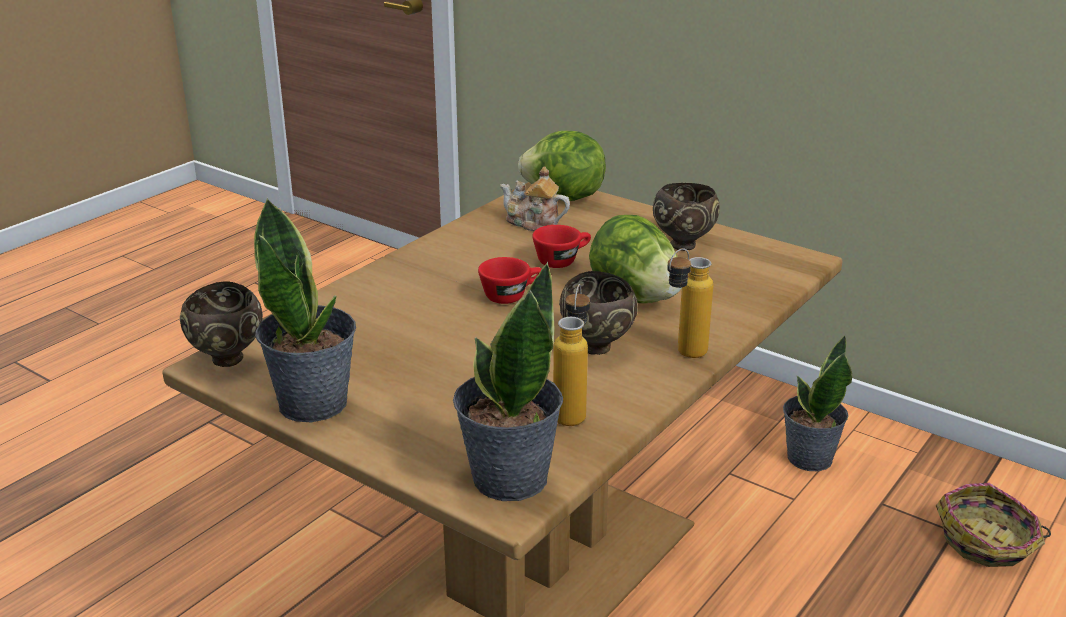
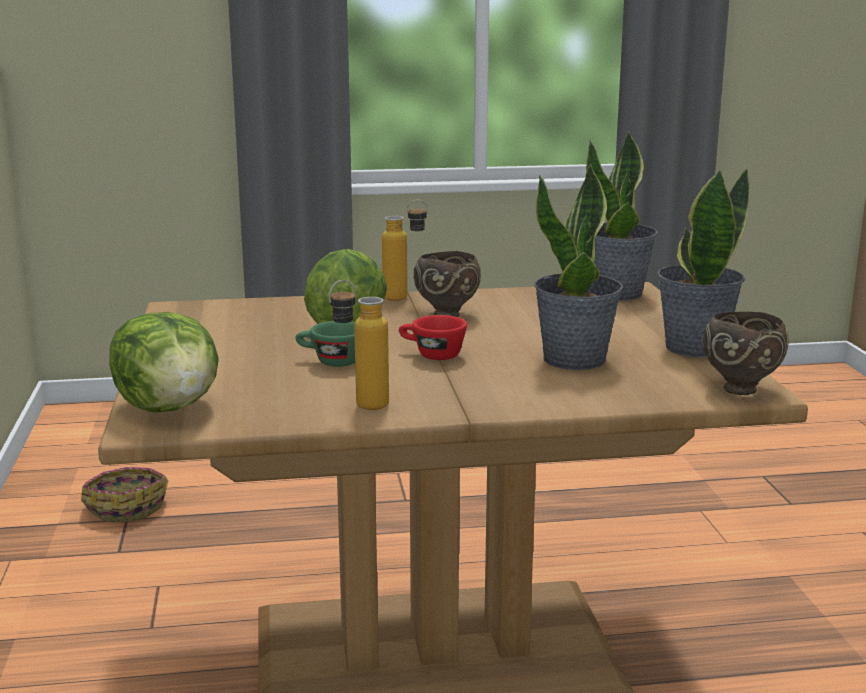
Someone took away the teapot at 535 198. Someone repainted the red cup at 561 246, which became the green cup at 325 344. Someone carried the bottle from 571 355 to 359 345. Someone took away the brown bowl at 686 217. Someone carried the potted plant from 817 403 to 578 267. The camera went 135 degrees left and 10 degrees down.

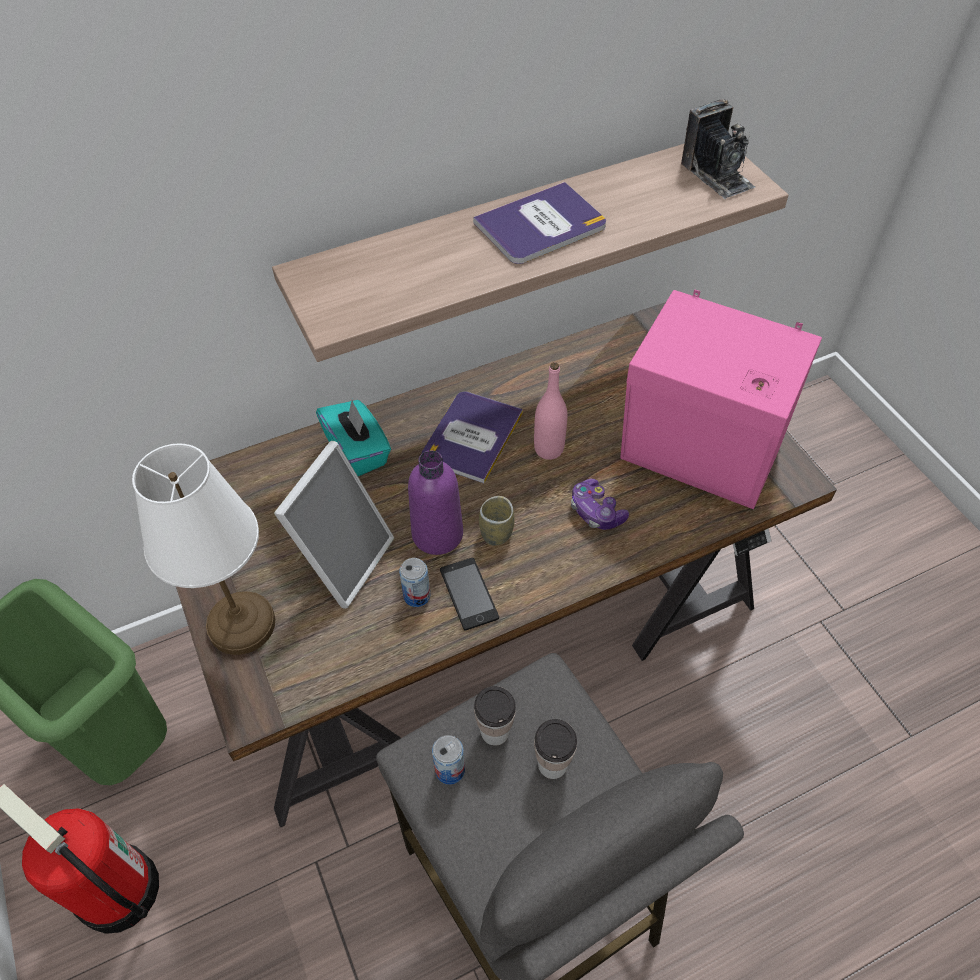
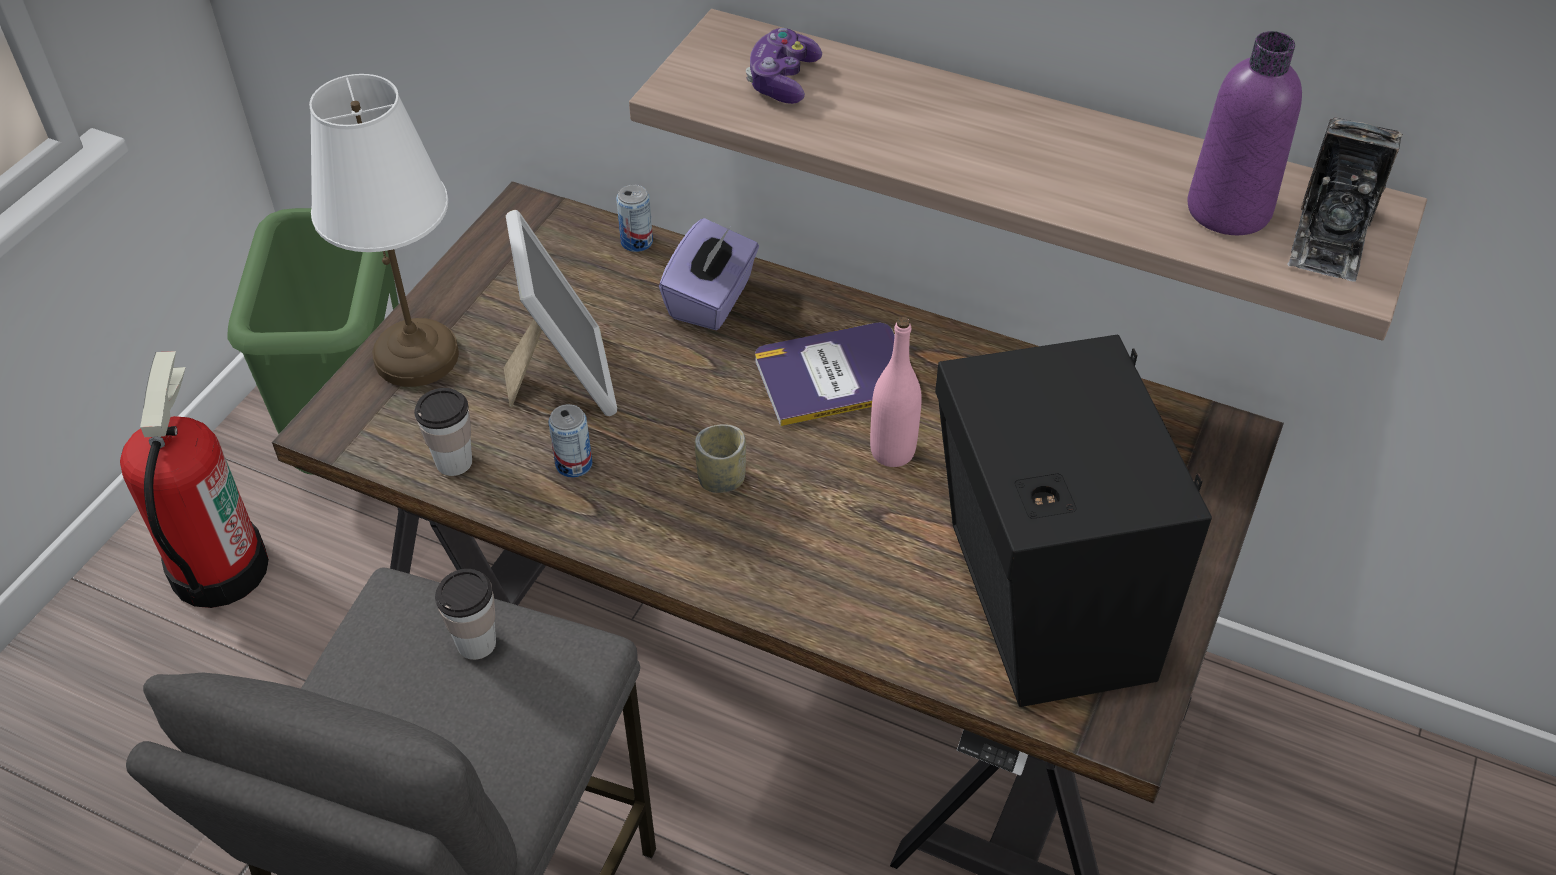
Someone rotated the picture frame at 334 525 by 90 degrees counterclockwise. Someone repainted the turquoise tissue box at 353 438, which became the purple tissue box at 709 274. Someone carried the purple bottle from 435 502 to 1245 133. Someone carried the can from 448 760 to 634 218. Someone took away the phone at 469 594. Someone took away the book at 539 223. Someone carried the cup from 555 749 to 443 432. Someone carried the game controller from 600 504 to 784 66. Someone repainted the pink speaker at 721 399, which became the black speaker at 1073 521. The camera went 50 degrees right and 5 degrees down.

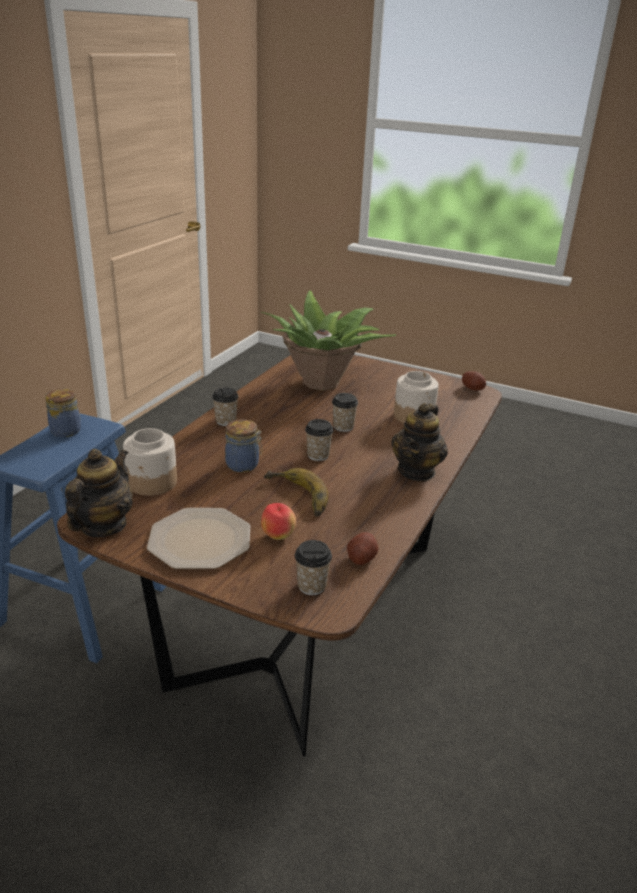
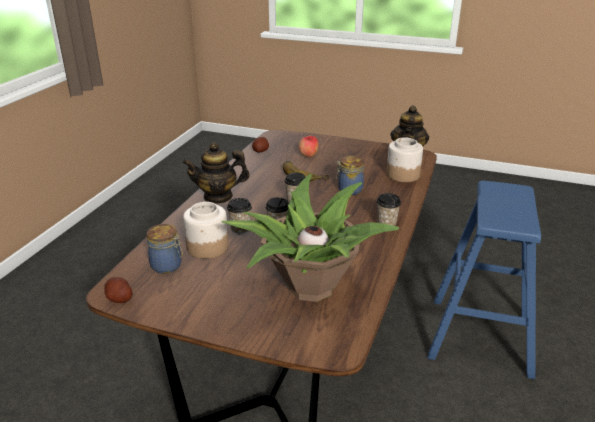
Someone carried the jar from 63 413 to 164 249. Someone took away the plate at 198 538. Someone carried the cup from 313 567 to 239 216. Someone rotated the teapot at 419 442 by 120 degrees counterclockwise. The camera went 175 degrees right and 0 degrees up.

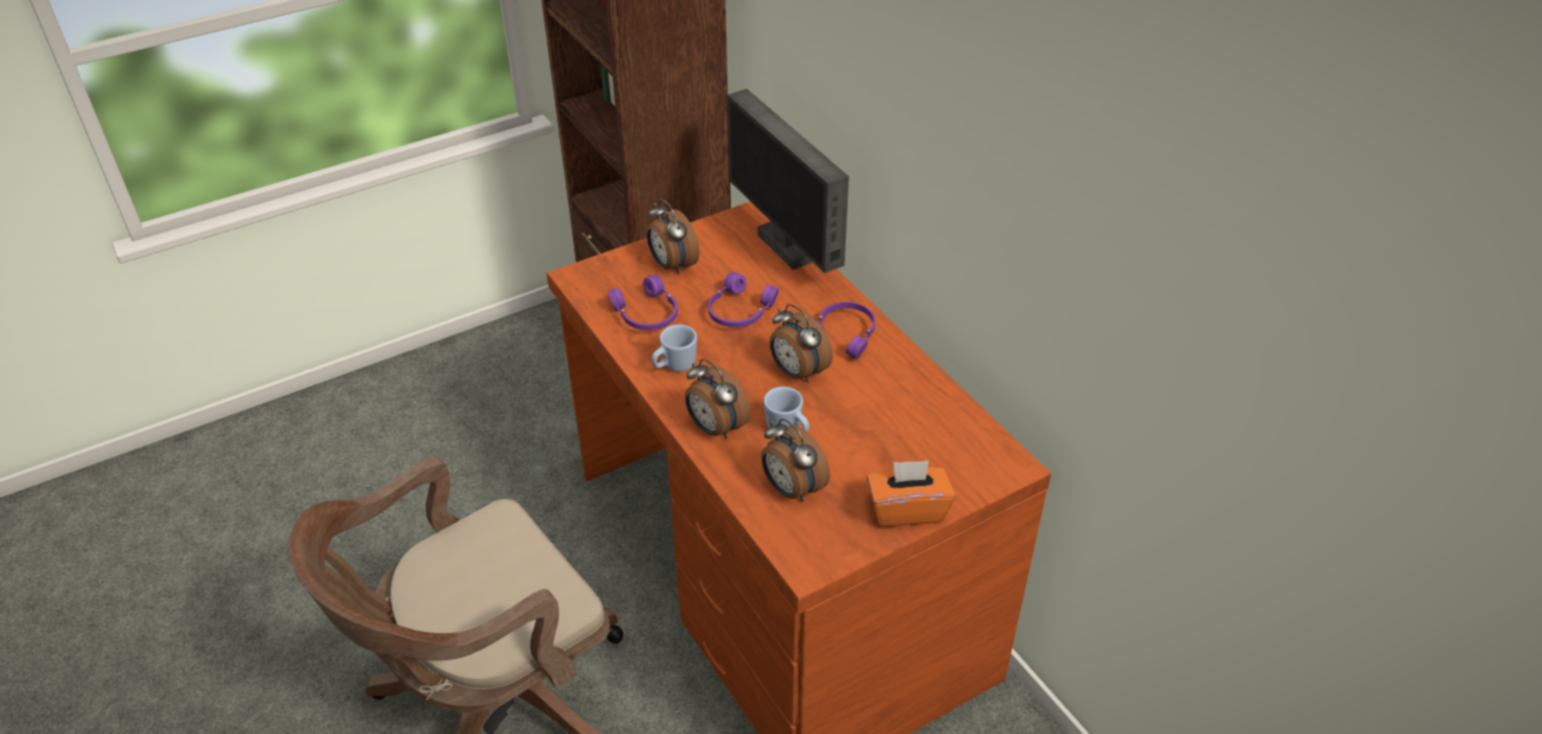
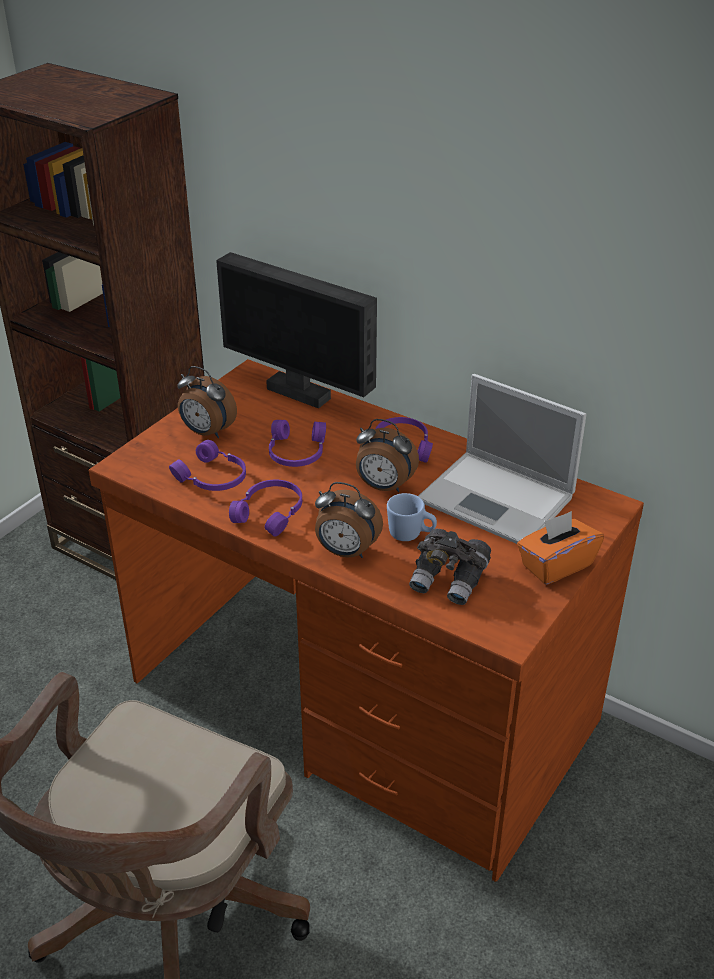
Someone swapped the blue mug at 674 348 for the purple headphones at 265 508. Someone swapped the alarm clock at 795 460 for the grey binoculars at 450 567. Someone put down the laptop at 502 459. The camera went 25 degrees left and 5 degrees down.

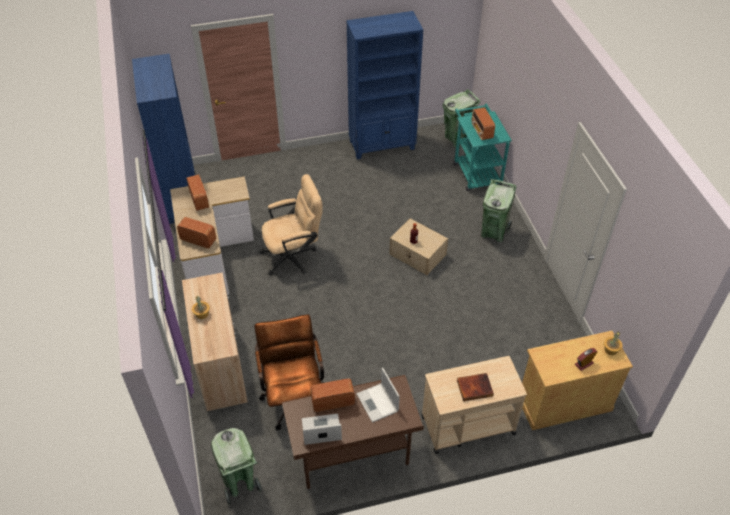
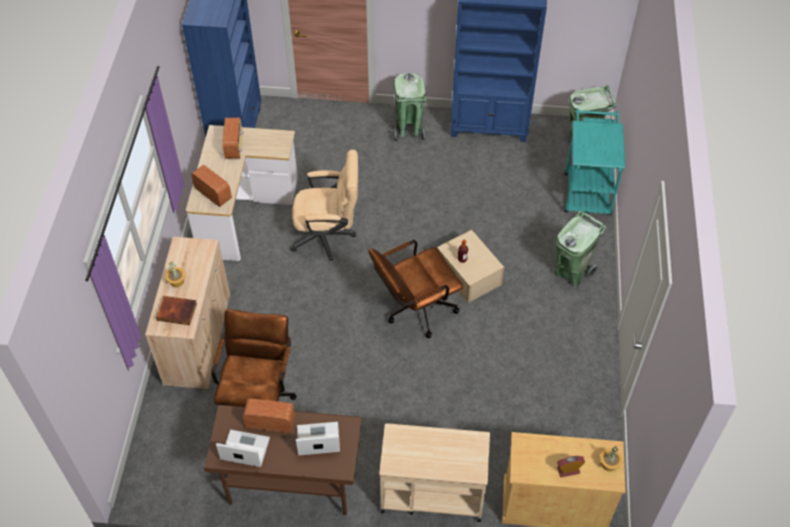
Someone carried the green trash can from 236 466 to 411 108. Someone rotated the laptop at 378 395 by 90 degrees clockwise. Someone carried the book from 475 387 to 176 310. Someone took away the radio at 483 123. Someone put down the brown office chair at 416 289. The camera went 20 degrees right and 5 degrees up.

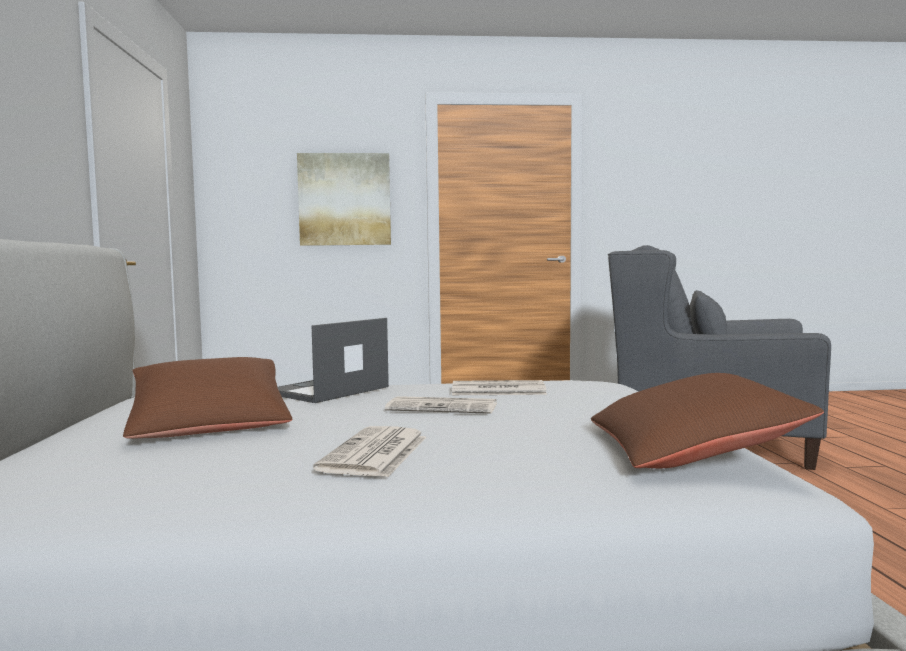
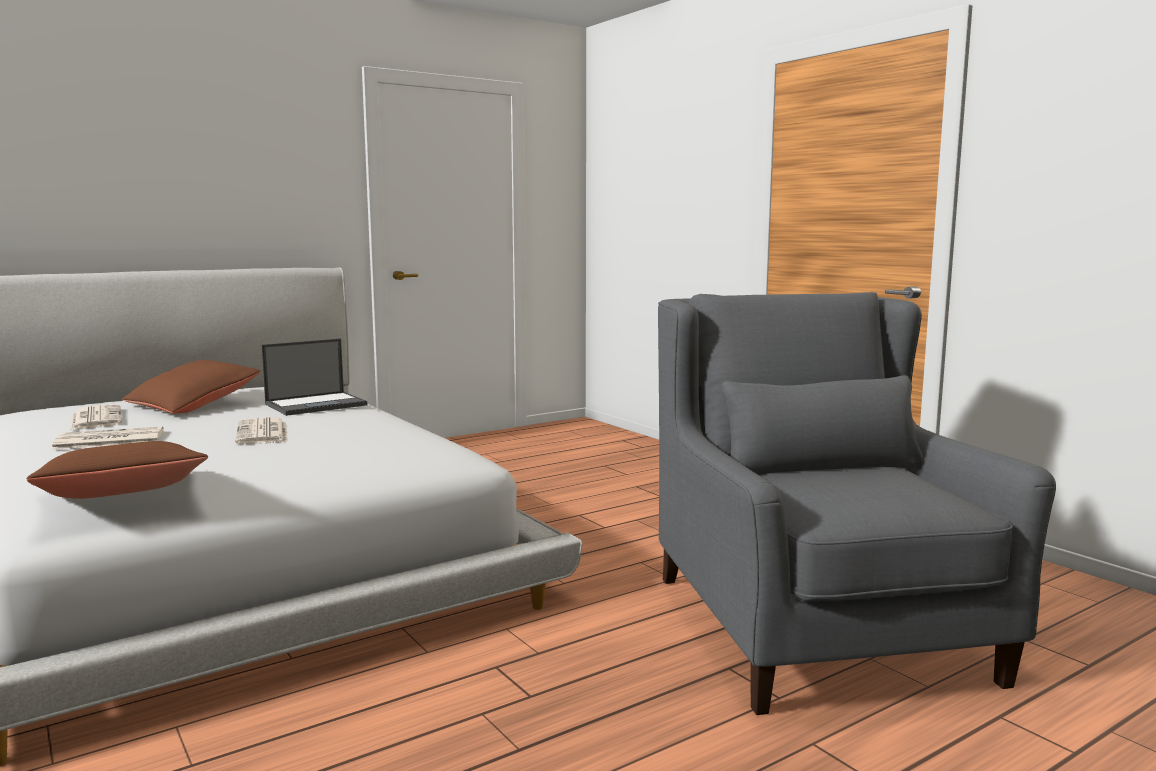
Someone rotated the laptop at 333 360 by 135 degrees clockwise. Someone took away the picture at 344 199. Someone carried the newspaper from 499 387 to 96 417. The camera went 60 degrees right and 5 degrees up.

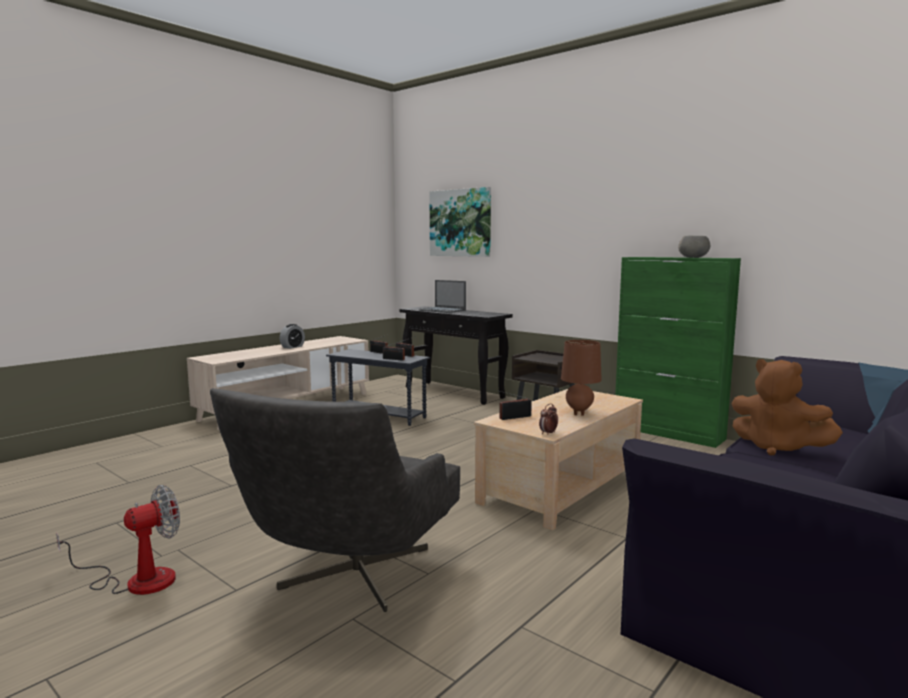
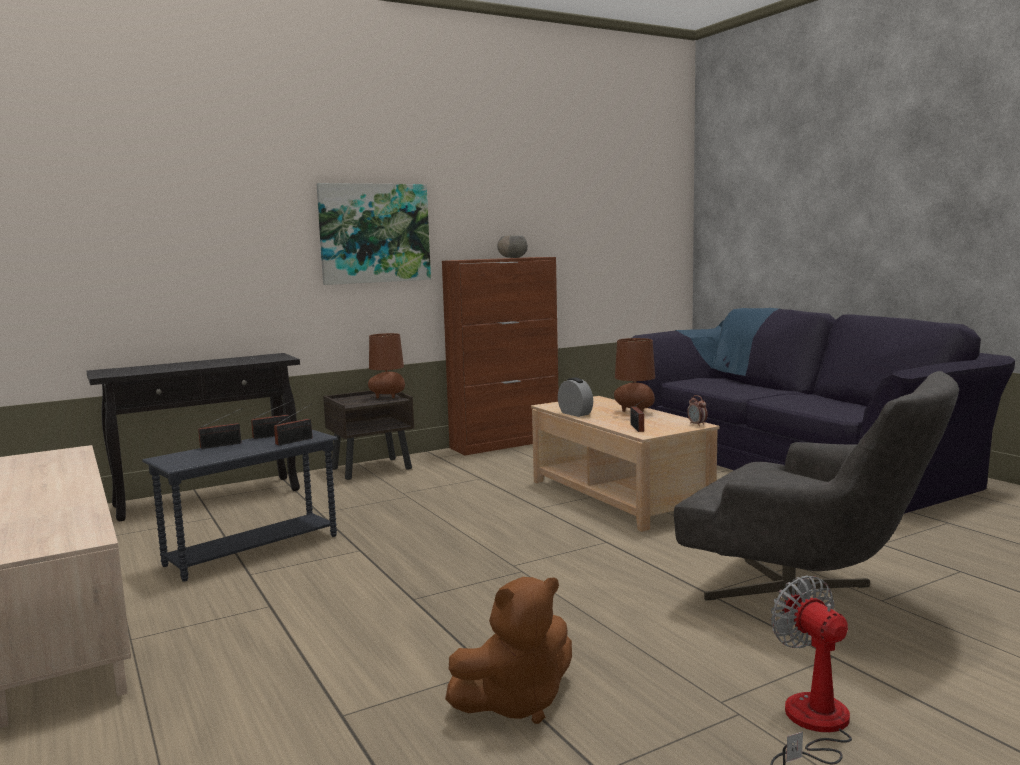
Someone carried the alarm clock from 292 336 to 575 397. Someone took away the laptop at 442 296. Someone carried the picture from 460 222 to 373 234. Someone repainted the green cabinet at 678 352, which became the brown cabinet at 500 356. Someone carried the brown plush toy from 787 407 to 508 650. Someone put down the brown table lamp at 386 365. The camera went 70 degrees left and 0 degrees up.

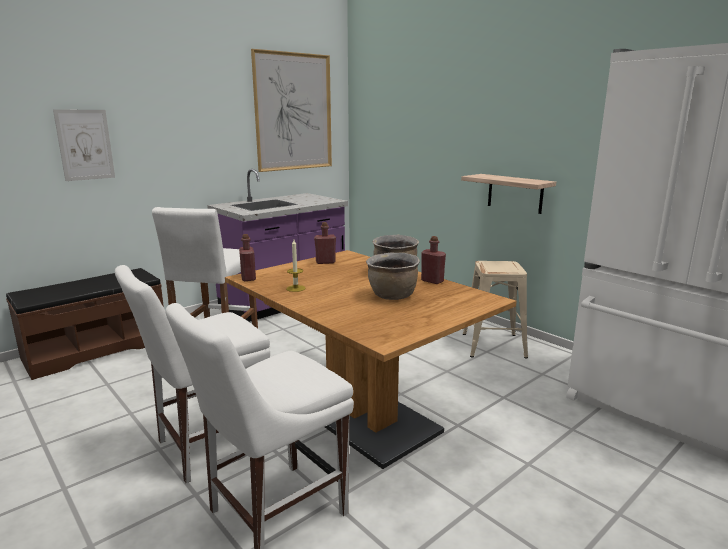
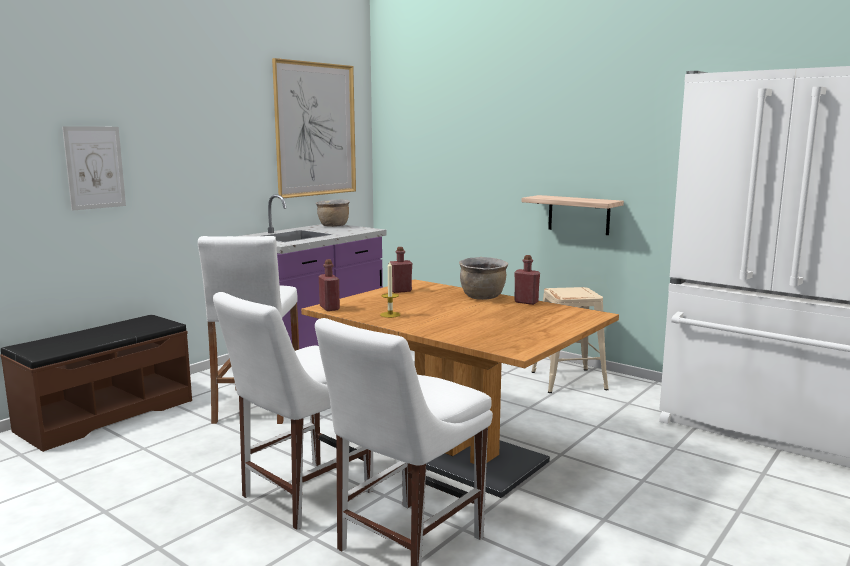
Someone carried the brown cooking pot from 393 276 to 333 213. The camera went 10 degrees left and 5 degrees down.

